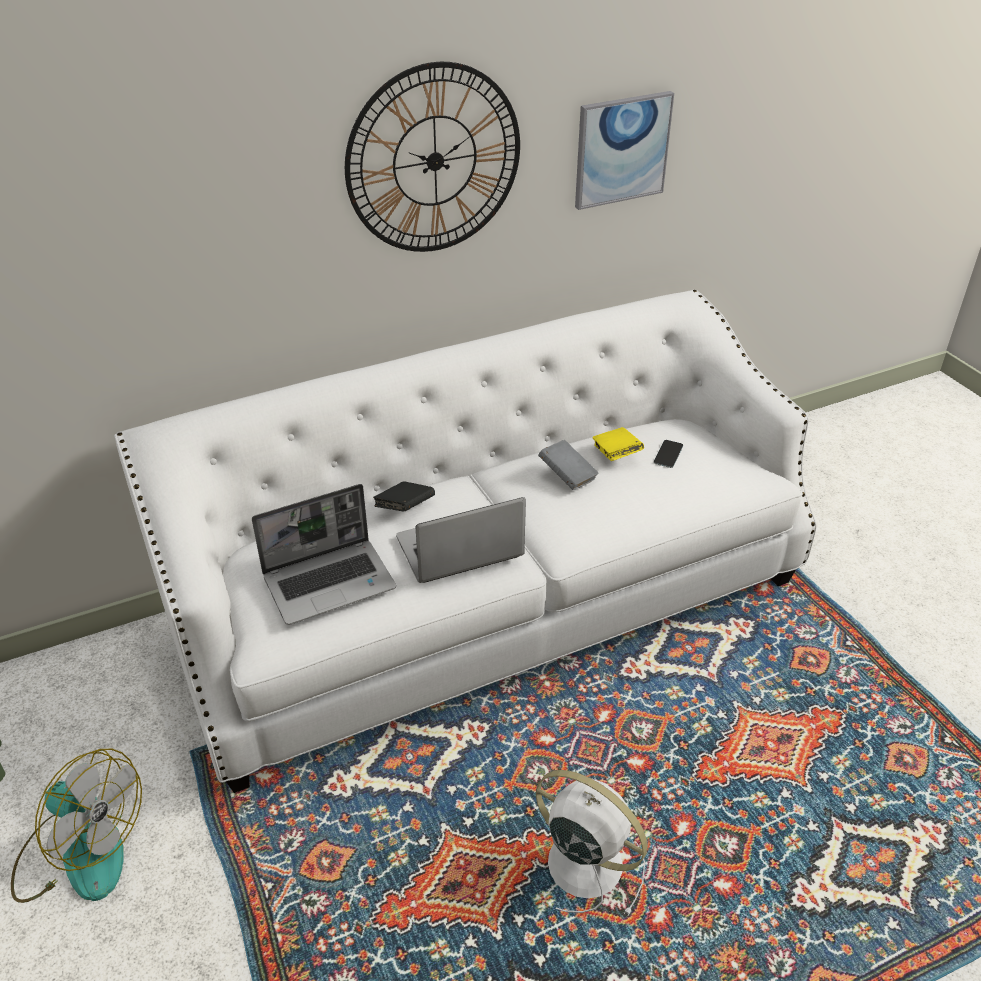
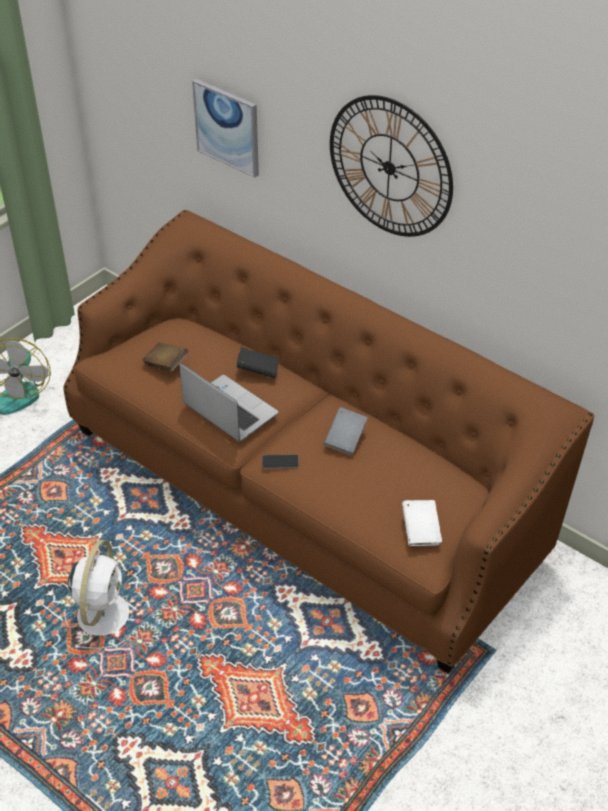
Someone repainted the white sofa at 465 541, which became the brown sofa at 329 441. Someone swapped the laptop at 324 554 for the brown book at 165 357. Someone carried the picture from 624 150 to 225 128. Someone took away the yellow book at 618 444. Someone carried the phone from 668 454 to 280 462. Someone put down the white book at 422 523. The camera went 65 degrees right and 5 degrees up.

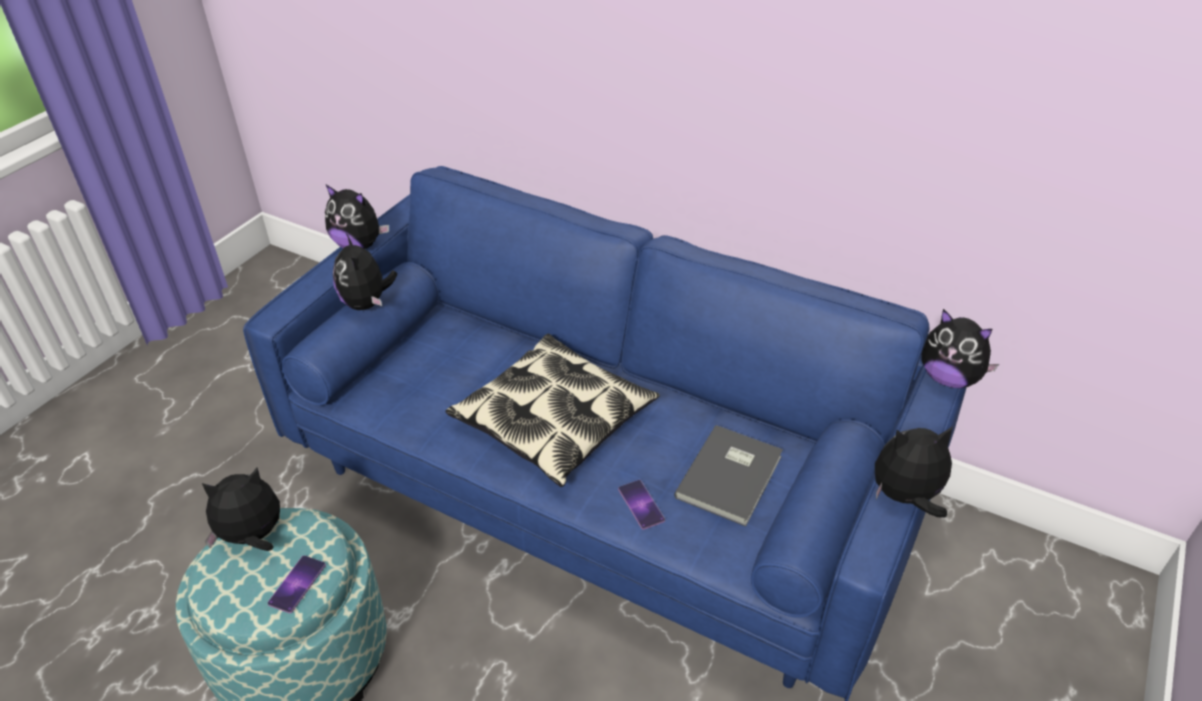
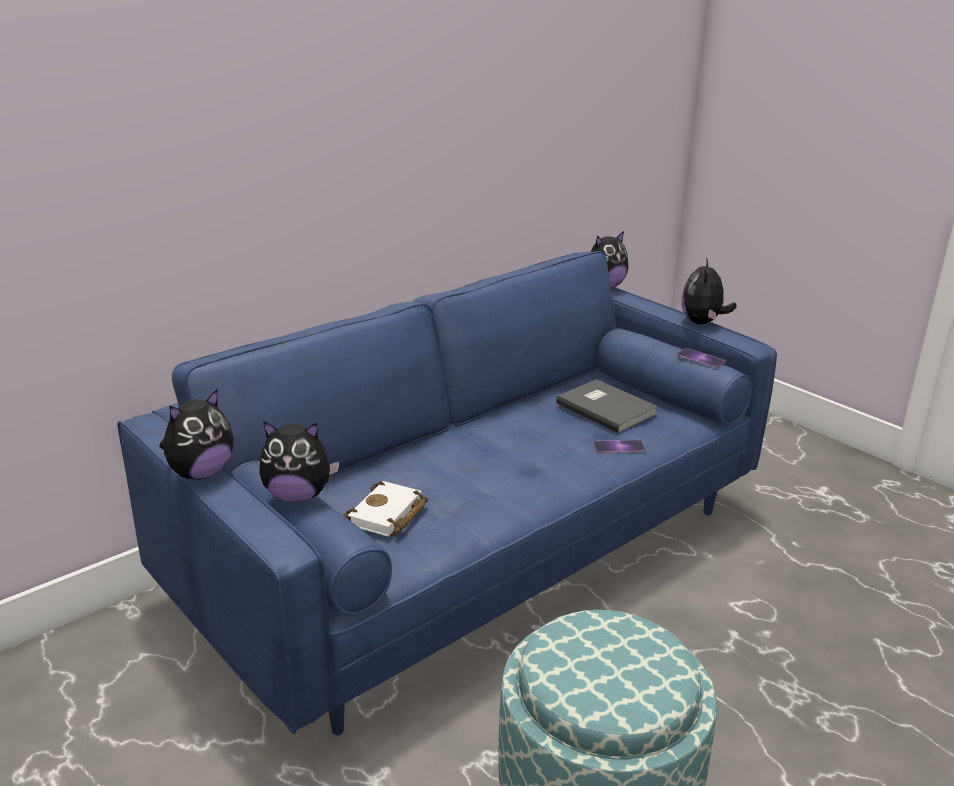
Someone took away the plush toy at 241 509. Someone carried the phone from 297 584 to 701 358. Someone took away the pillow at 553 410. Someone put down the white book at 385 509. The camera went 70 degrees left and 15 degrees down.

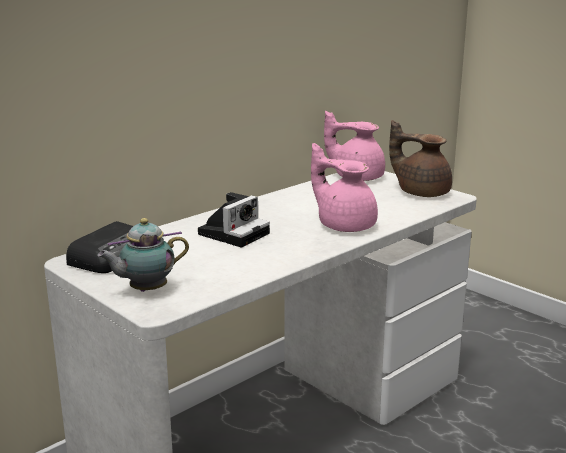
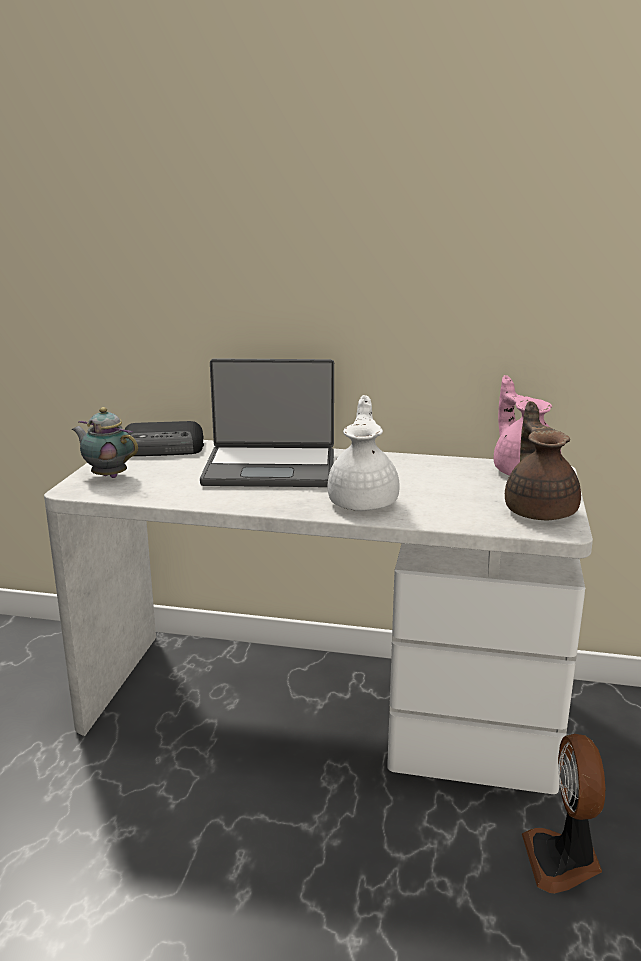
Someone swapped the photo camera at 234 220 for the laptop at 267 422. Someone repainted the pink teapot at 344 187, which became the white teapot at 363 453. Someone put down the fan at 563 814. The camera went 55 degrees right and 0 degrees up.

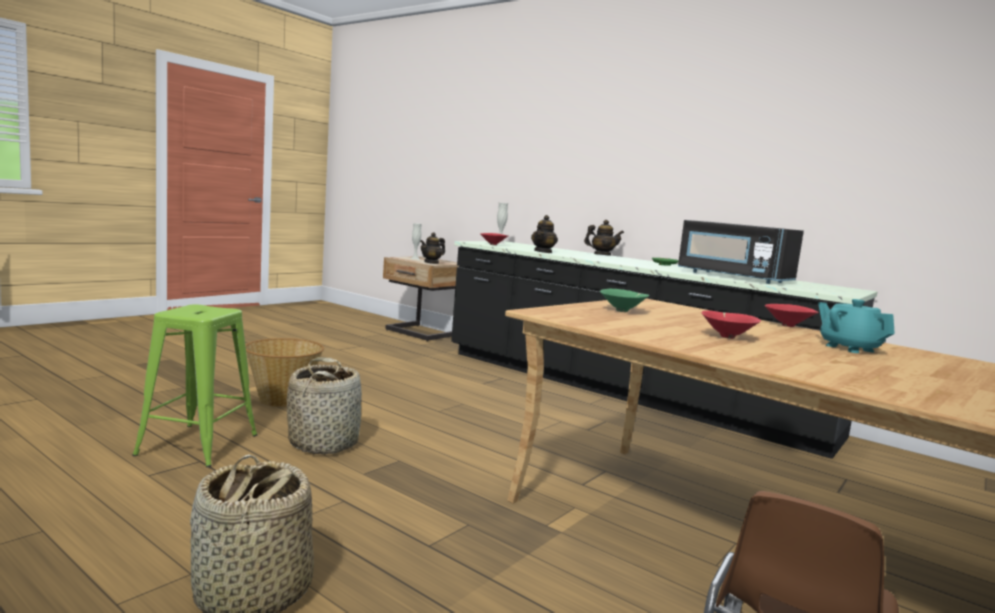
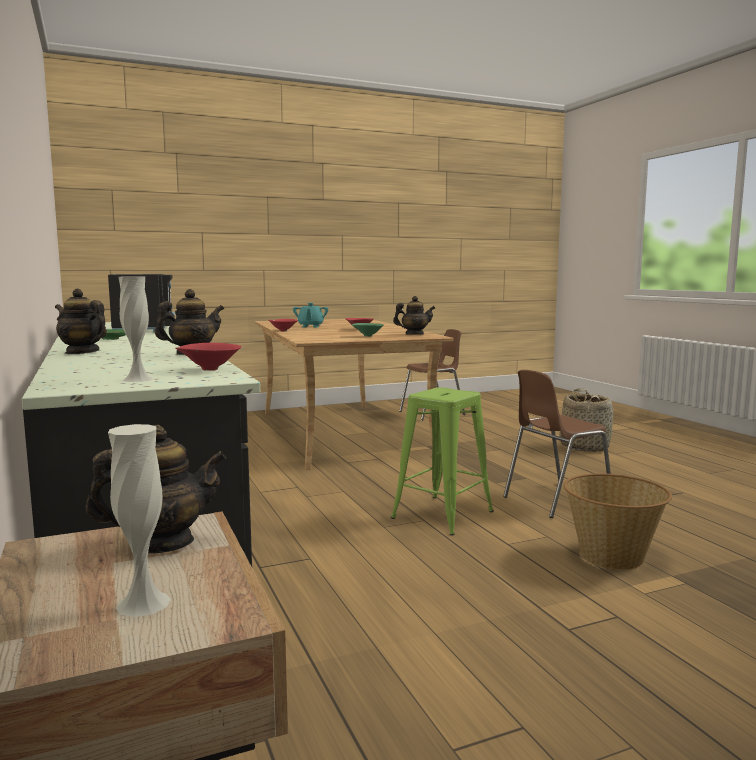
Someone carried the green stool from 195 385 to 442 461. Someone swapped the basket at 324 405 for the brown chair at 557 444. Someone put down the teapot at 414 315. The camera went 150 degrees left and 0 degrees up.

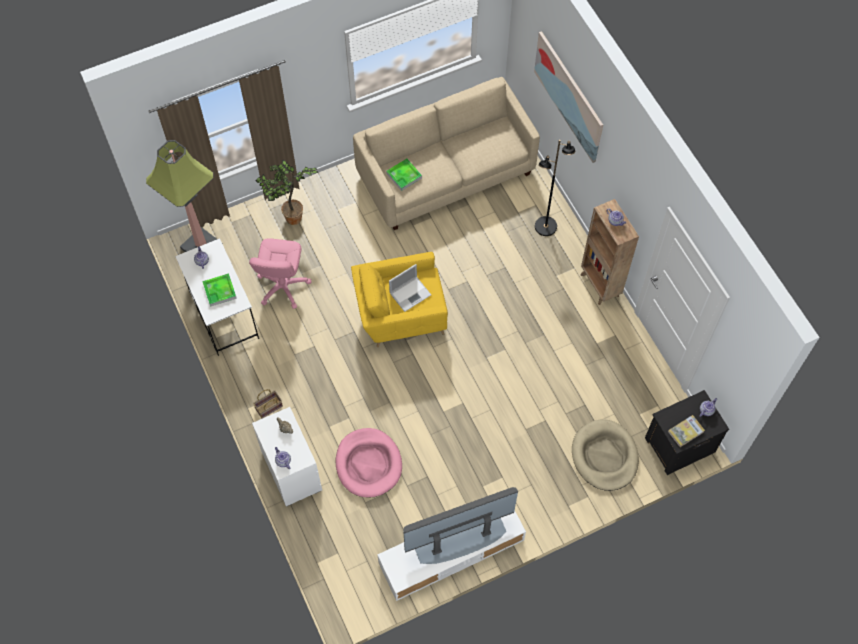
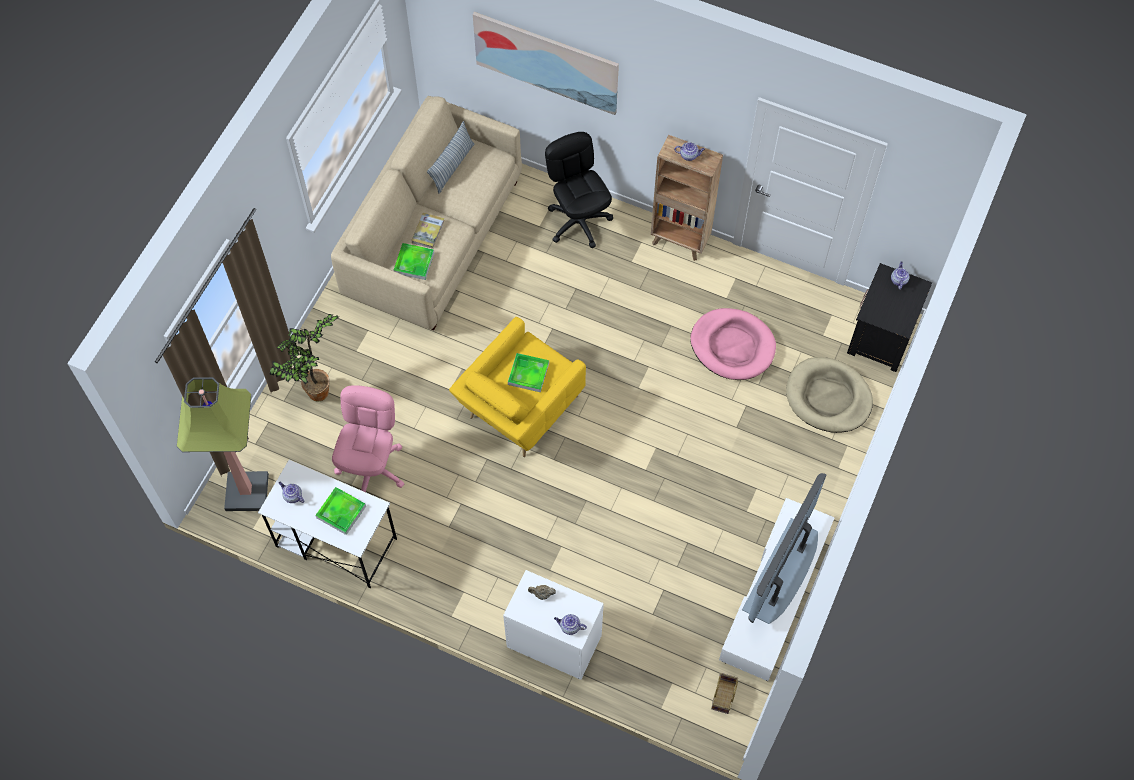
Someone rotated the pink office chair at 280 273 by 135 degrees counterclockwise. Someone carried the basket from 268 404 to 724 693. Someone carried the pink dog bed from 369 463 to 733 344. Someone swapped the laptop at 410 288 for the tray at 528 372. Someone swapped the black floor lamp at 555 188 for the black office chair at 579 190. Someone carried the book from 686 431 to 427 231. Someone put down the pillow at 451 157. The camera went 40 degrees left and 0 degrees up.

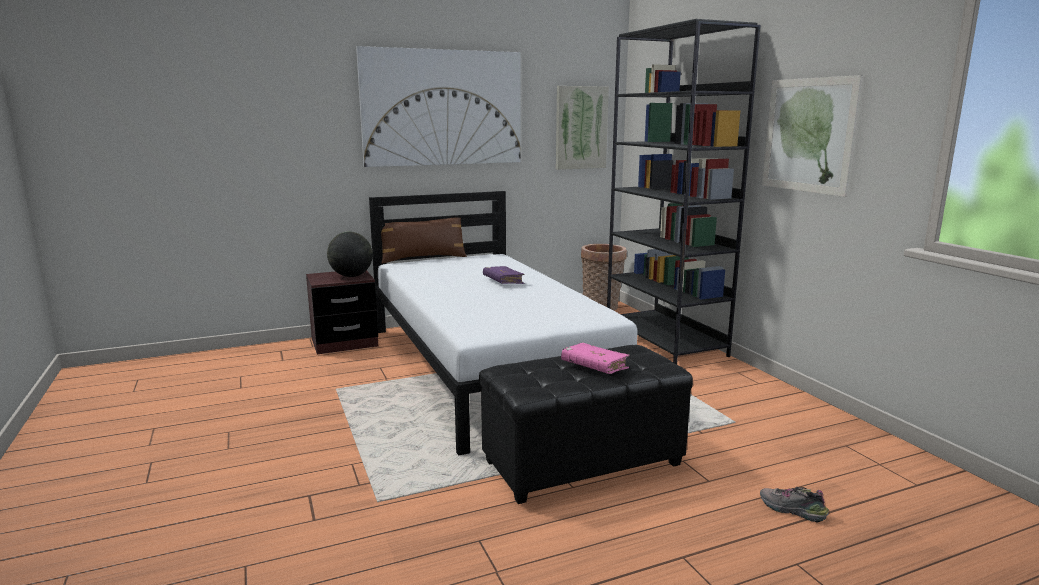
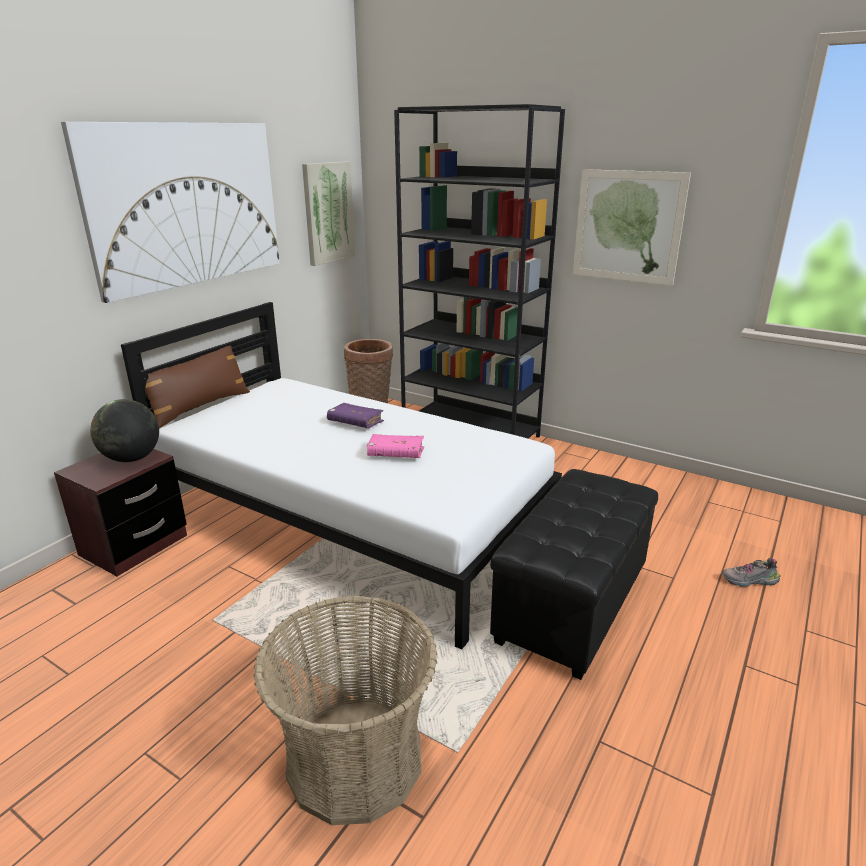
Someone carried the pink book from 595 358 to 395 446. Someone put down the basket at 345 710. The camera went 35 degrees left and 10 degrees up.

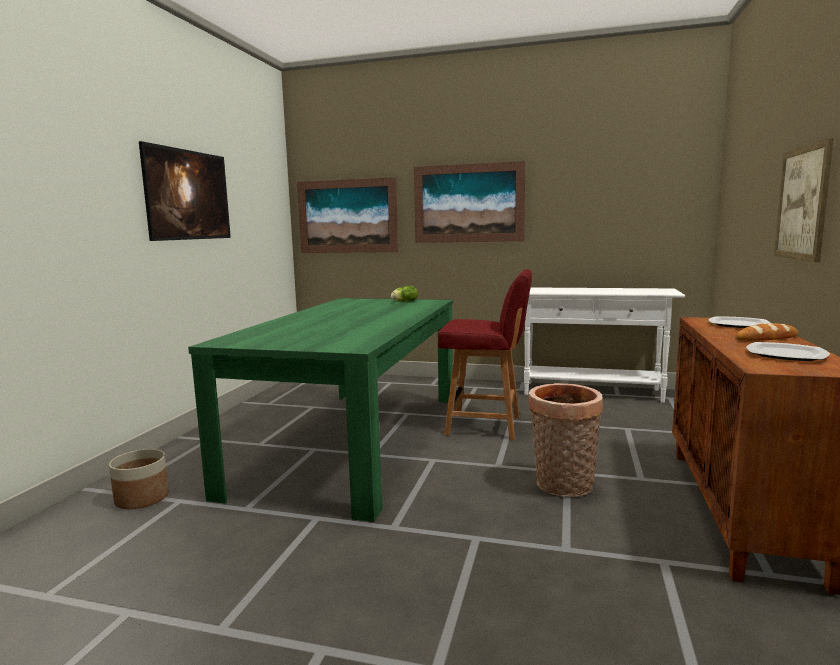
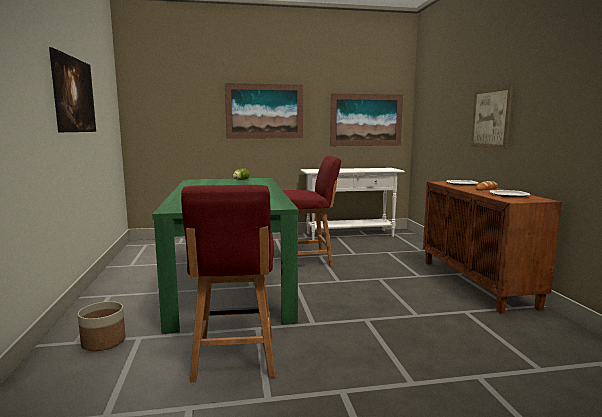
Someone carried the picture from 347 215 to 366 119. Someone took away the basket at 566 440. Someone put down the red chair at 228 283. The camera went 25 degrees left and 0 degrees up.

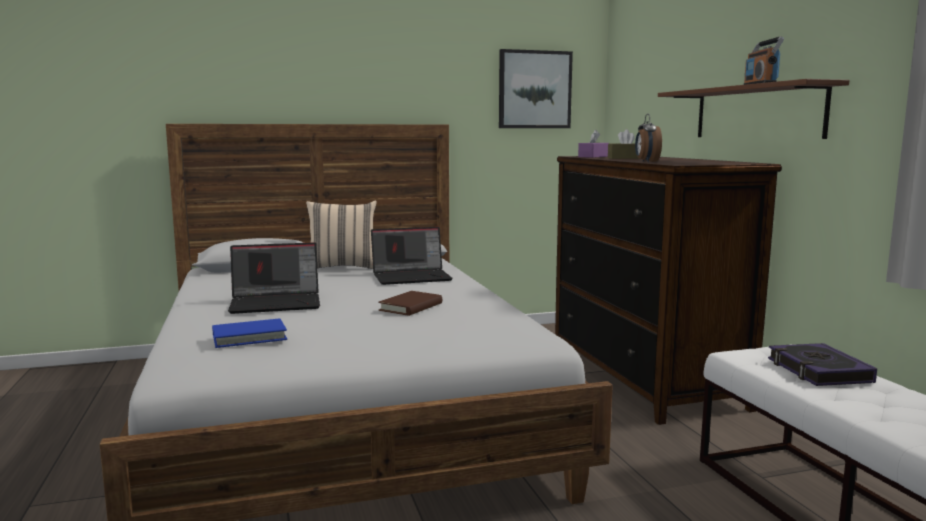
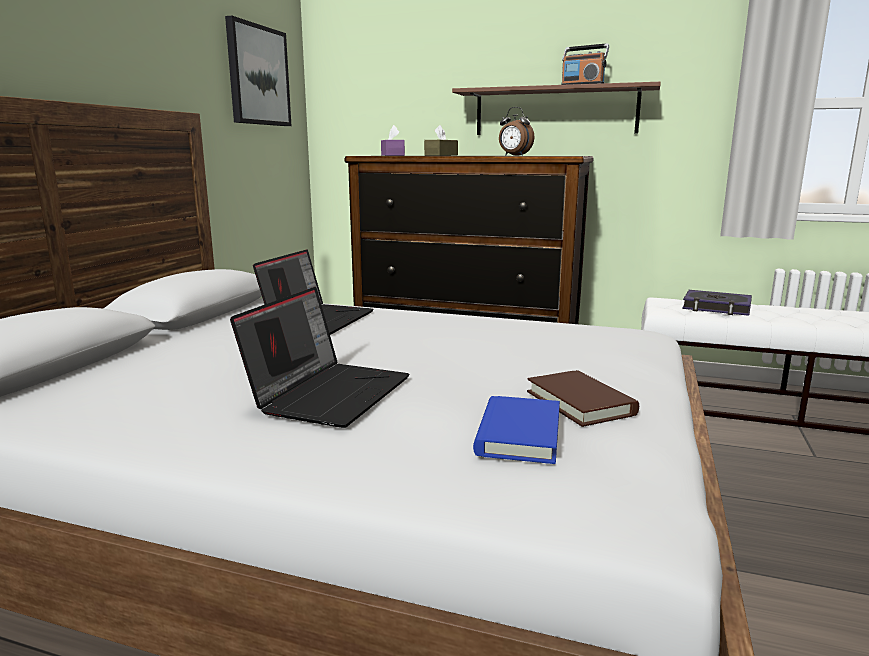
Someone took away the beige pillow at 341 234. Someone carried the brown book from 410 303 to 583 398. The camera went 55 degrees left and 5 degrees up.

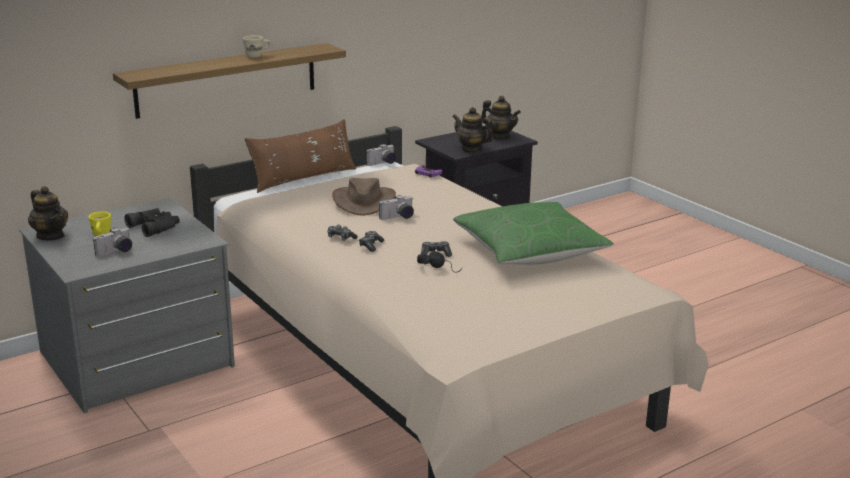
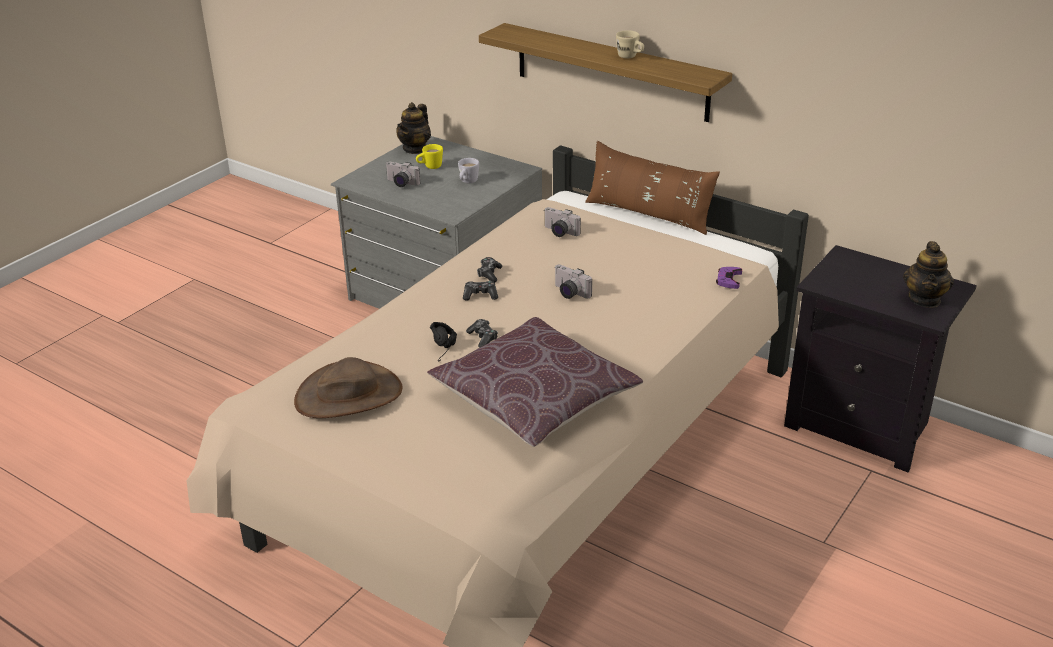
Someone swapped the black binoculars at 152 222 for the white mug at 468 170. Someone carried the brown hat from 364 196 to 348 387. Someone carried the photo camera from 381 155 to 563 222. Someone took away the teapot at 473 130. Someone repainted the green pillow at 533 233, which became the brown pillow at 535 382. The camera went 70 degrees right and 10 degrees up.

